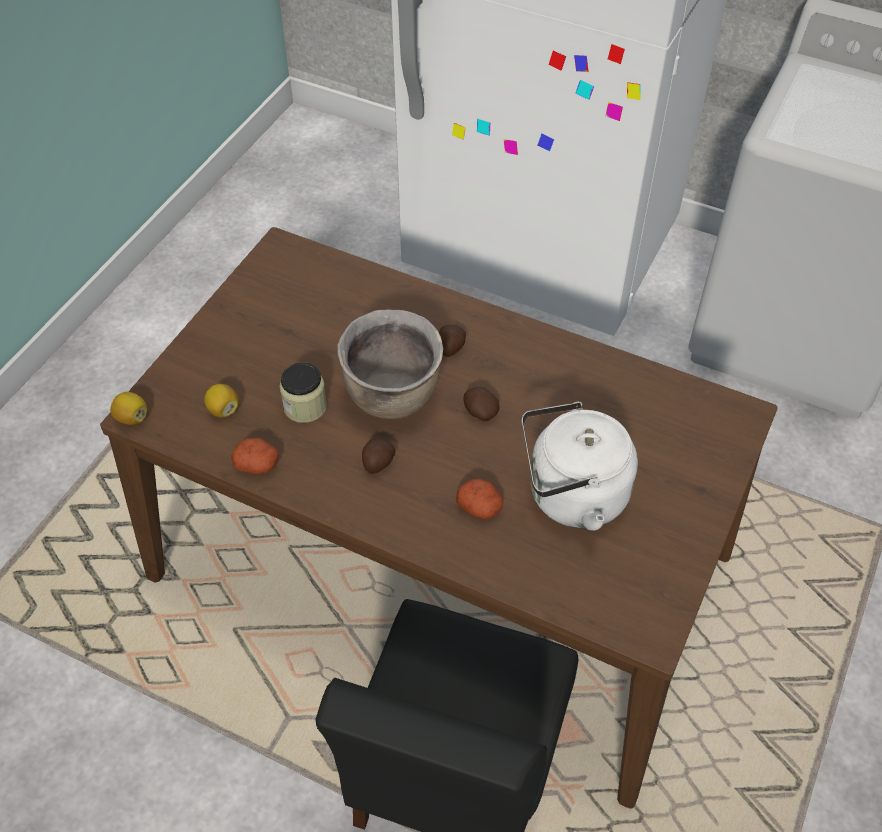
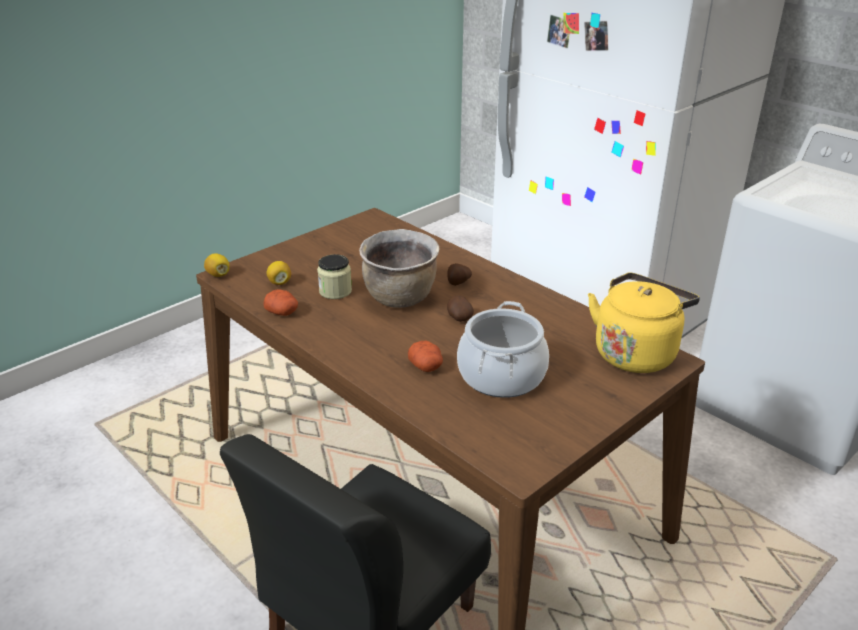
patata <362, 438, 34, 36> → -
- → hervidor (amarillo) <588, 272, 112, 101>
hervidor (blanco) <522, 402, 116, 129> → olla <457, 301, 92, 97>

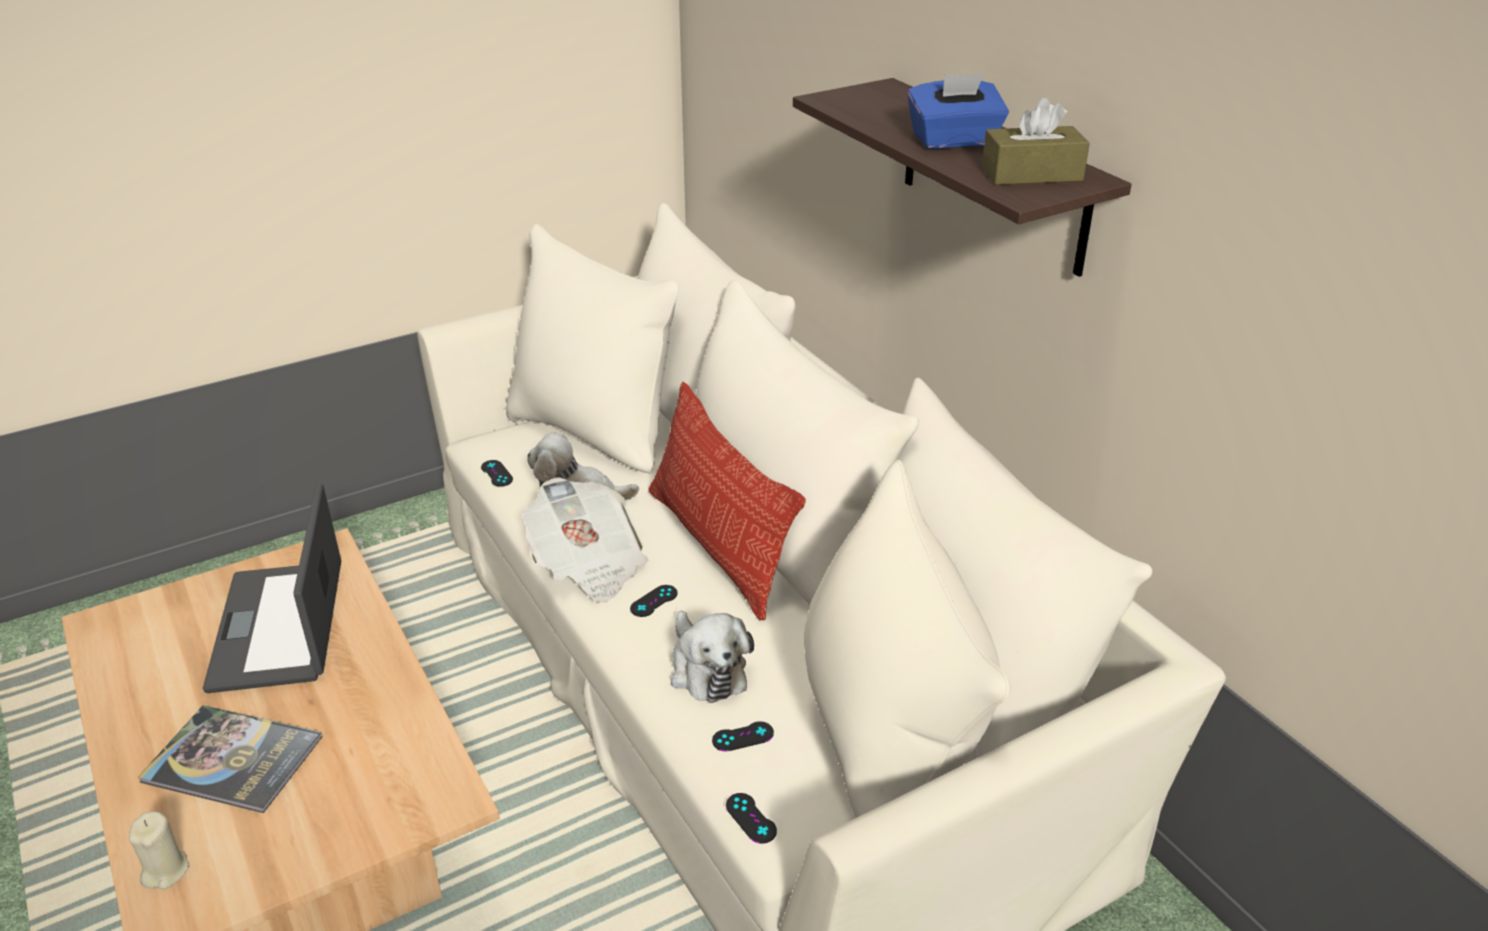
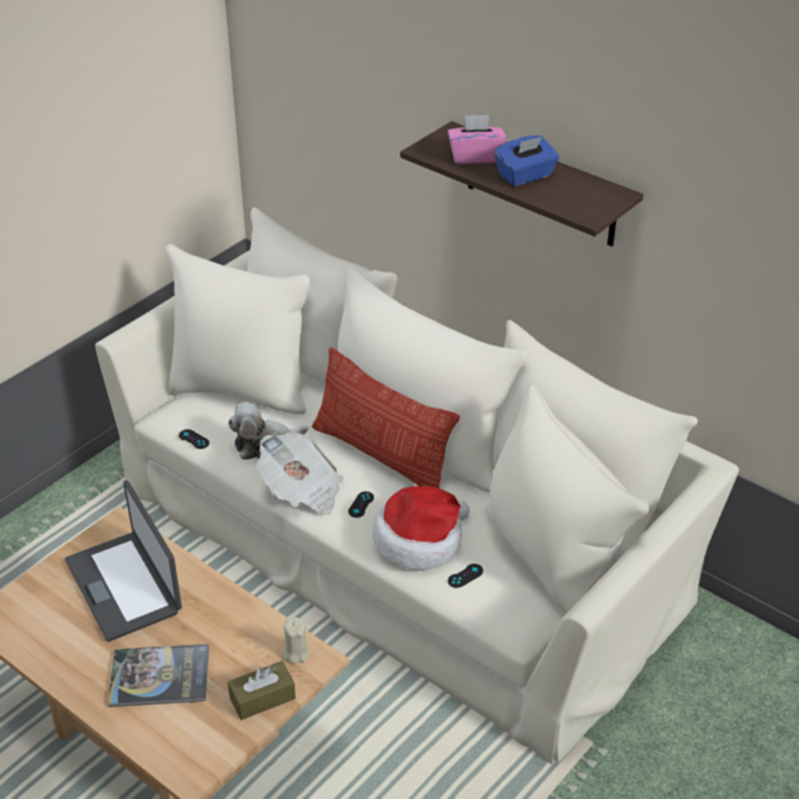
mando de consola (negro) <726, 793, 51, 51> → -
- → caja de pañuelos (rosa) <448, 115, 59, 49>
vela (beis) <129, 812, 60, 77> → vela (beis) <283, 617, 26, 47>, move
caja de pañuelos (marrón) <982, 98, 108, 87> → caja de pañuelos (marrón) <228, 661, 68, 59>, move
peluche <671, 611, 83, 92> → sombrero <373, 486, 97, 84>

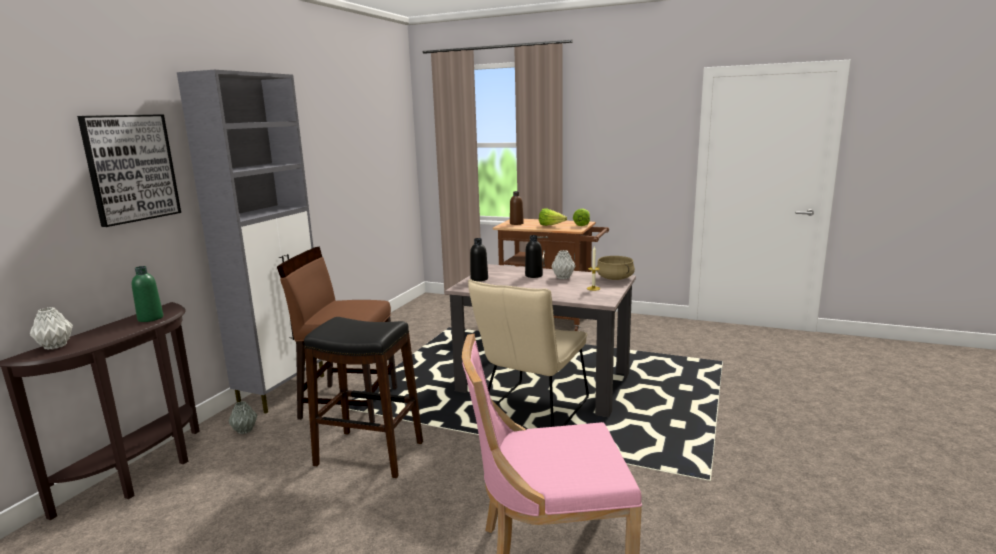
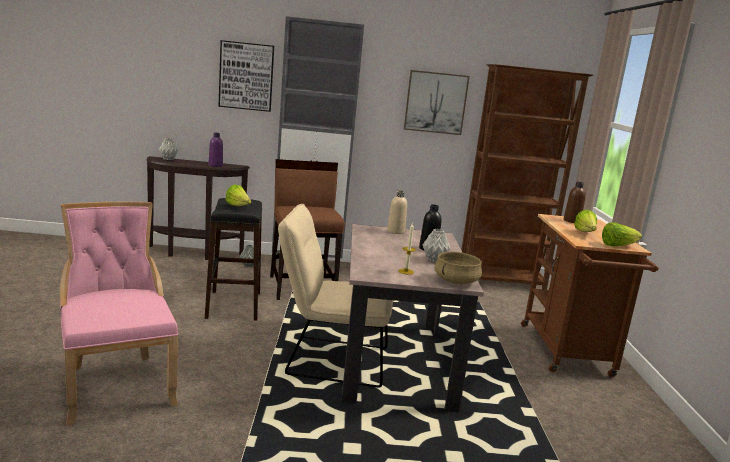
- → lechuga <225, 185, 26, 21>
- → cuadro <404, 70, 66, 65>
- → estantería (marrón) <461, 64, 132, 226>
botella (verde) <132, 266, 31, 56> → botella (morado) <208, 133, 15, 34>
botella (negro) <470, 238, 18, 43> → botella (beis) <387, 190, 20, 44>

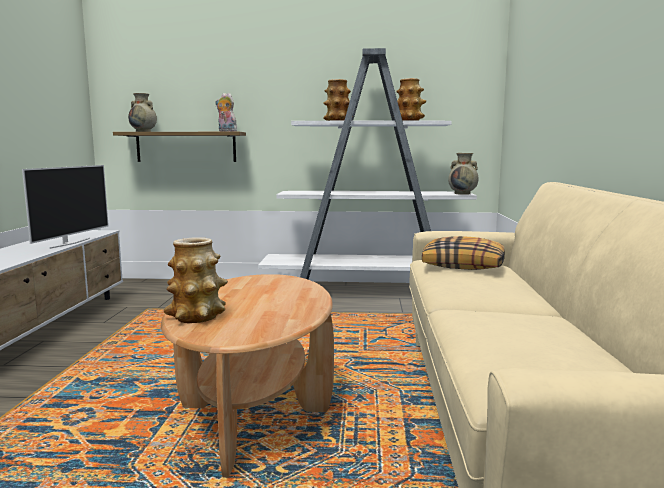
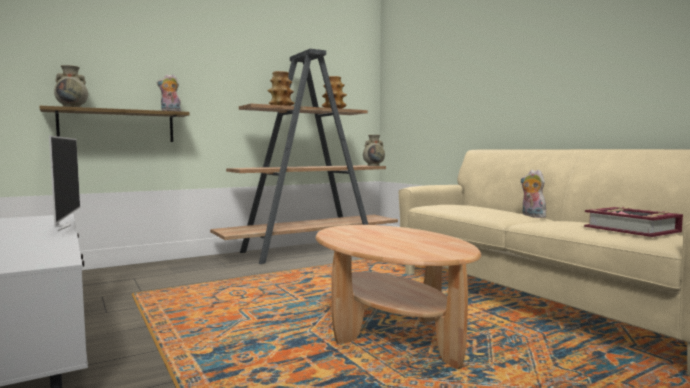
florero <164, 237, 64, 86> → -
cojín <422, 236, 83, 34> → -
- → peluche <521, 170, 25, 48>
- → libro <584, 207, 99, 30>
estantería (blanco) <258, 48, 219, 232> → estantería (marrón) <210, 49, 188, 215>

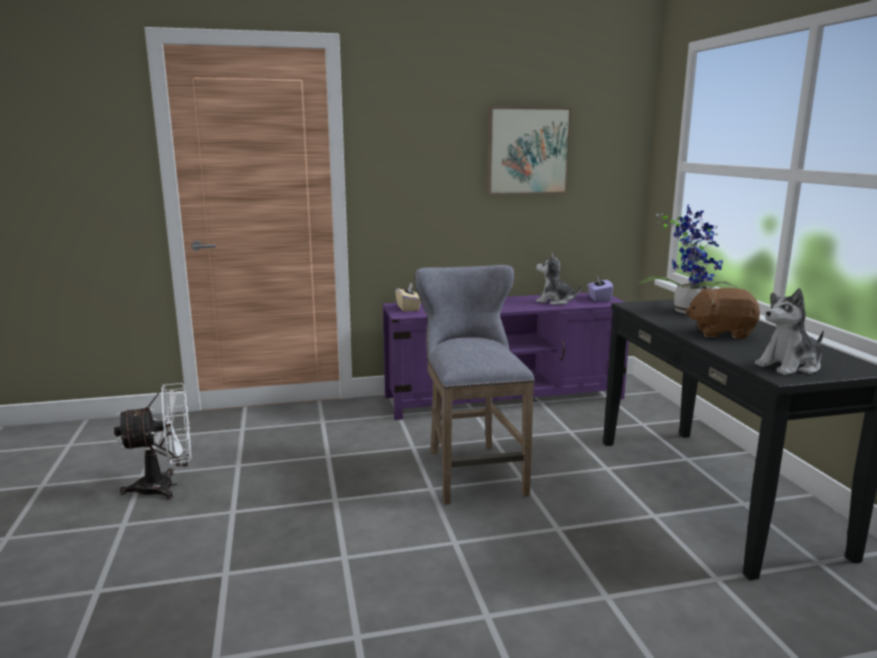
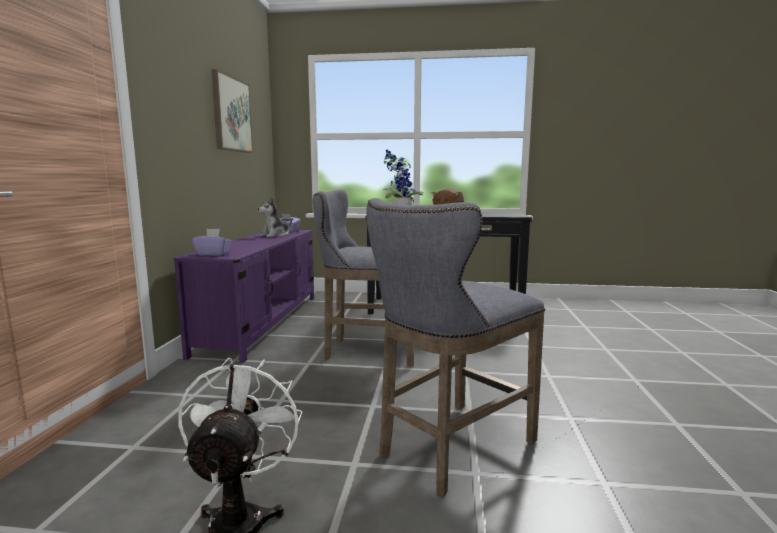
peluche <755, 288, 69, 87> → -
- → taburete (gris) <366, 198, 179, 299>
caja de pañuelos (beis) <395, 282, 26, 30> → caja de pañuelos (morado) <192, 229, 40, 27>

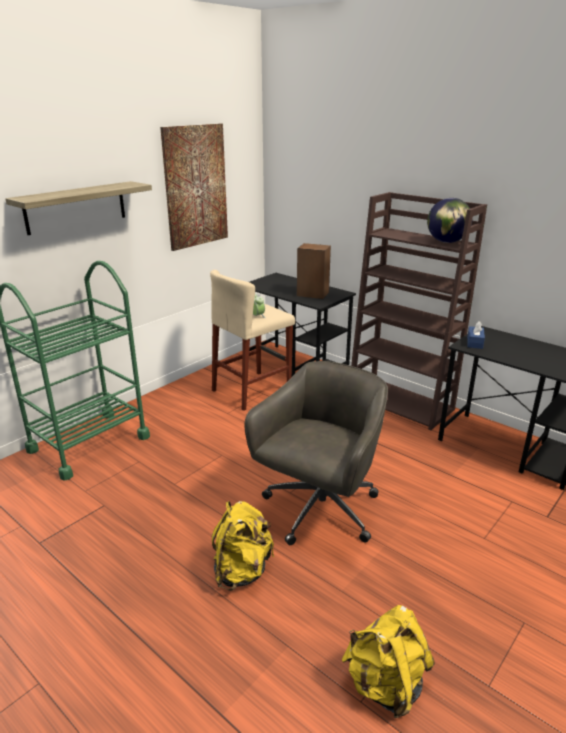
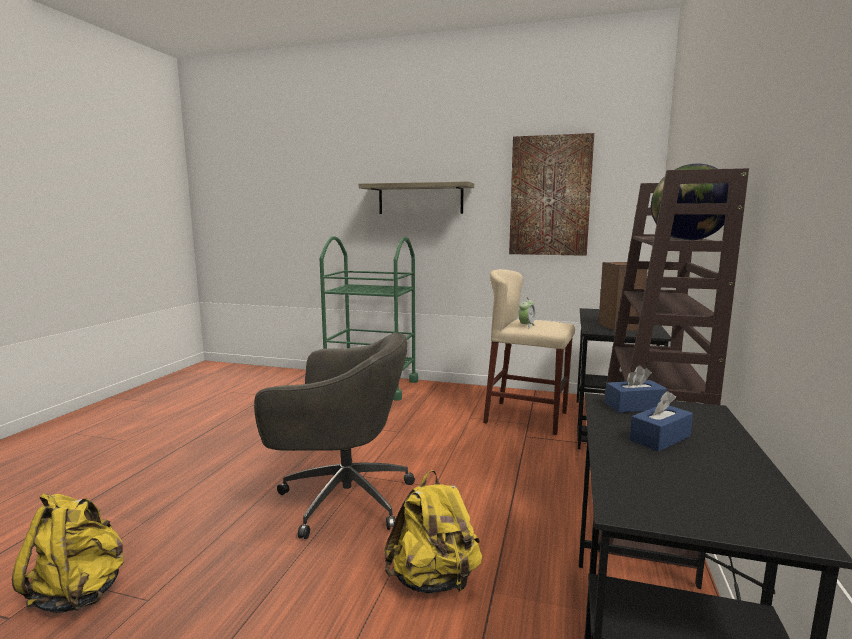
- → caja de pañuelos (azul) <629, 391, 64, 60>
mochila (amarillo) <212, 501, 62, 90> → mochila (amarillo) <384, 470, 98, 124>, move

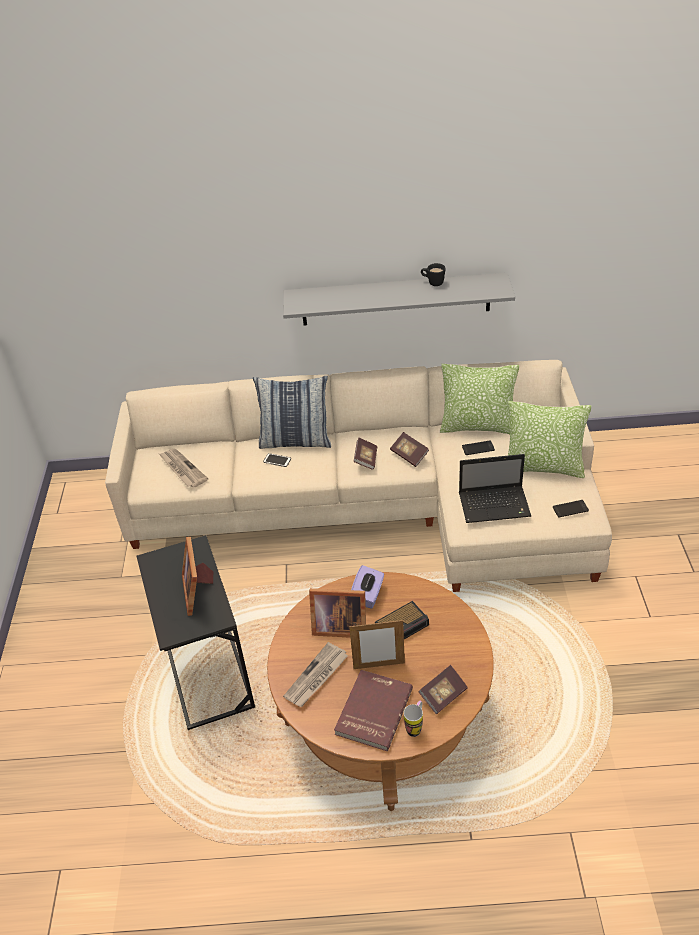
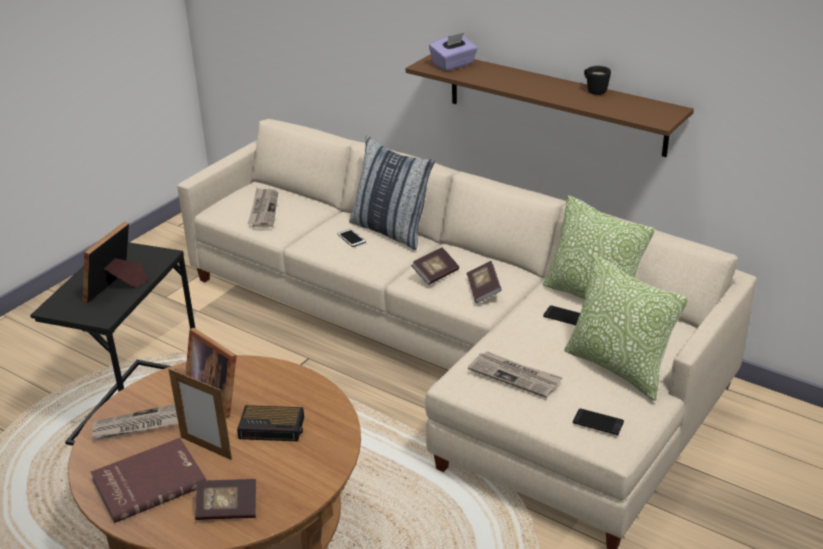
taza grande <404, 701, 19, 36> → -
caja de pañuelos (morado) <351, 565, 33, 44> → caja de pañuelos (morado) <429, 33, 49, 38>, move
portátil <459, 454, 72, 69> → periódico <468, 351, 95, 47>
estante (gris) <283, 273, 232, 52> → estante (marrón) <406, 54, 288, 103>

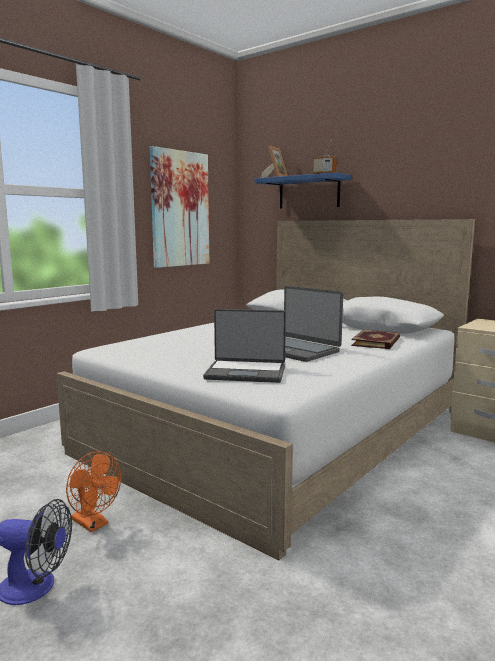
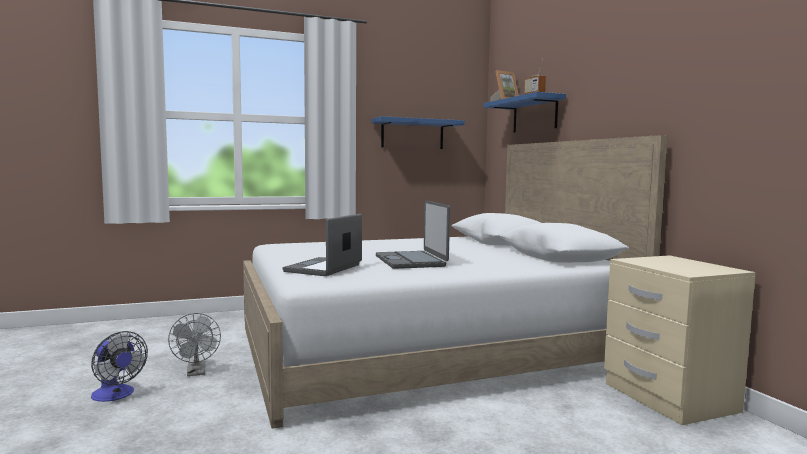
libro <351, 329, 49, 20> → -
cuadro <150, 146, 59, 122> → estante (azul) <371, 116, 94, 33>
ventilador (naranja) <66, 451, 55, 81> → ventilador (gris) <168, 313, 53, 63>
portátil <203, 309, 83, 74> → portátil <283, 214, 79, 62>, 75 degrees clockwise

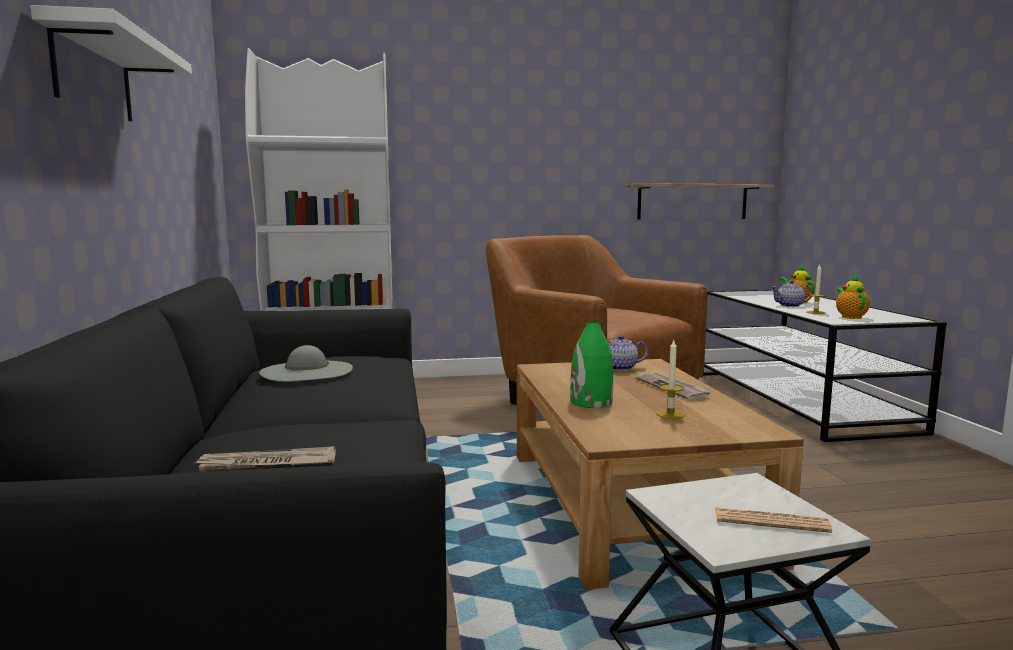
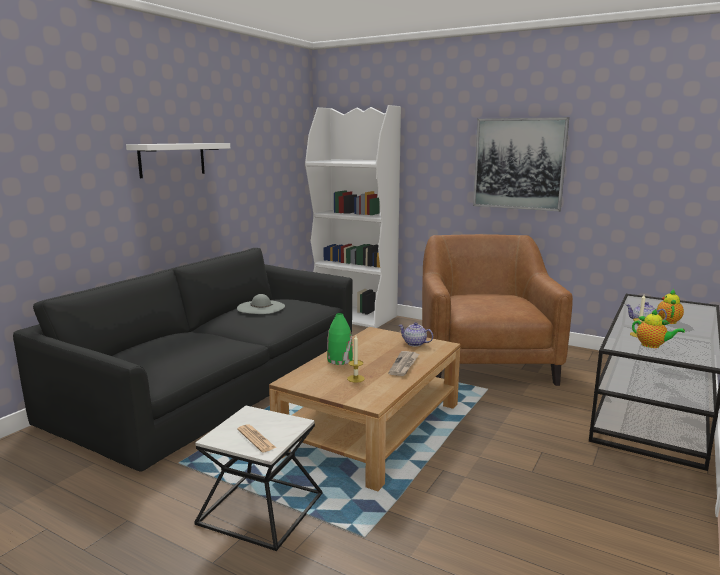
periódico <194, 446, 142, 26> → -
estante <626, 183, 149, 36> → -
- → cuadro <473, 117, 96, 94>
tetera <836, 274, 34, 45> → tetera <632, 309, 53, 39>, 90 degrees clockwise

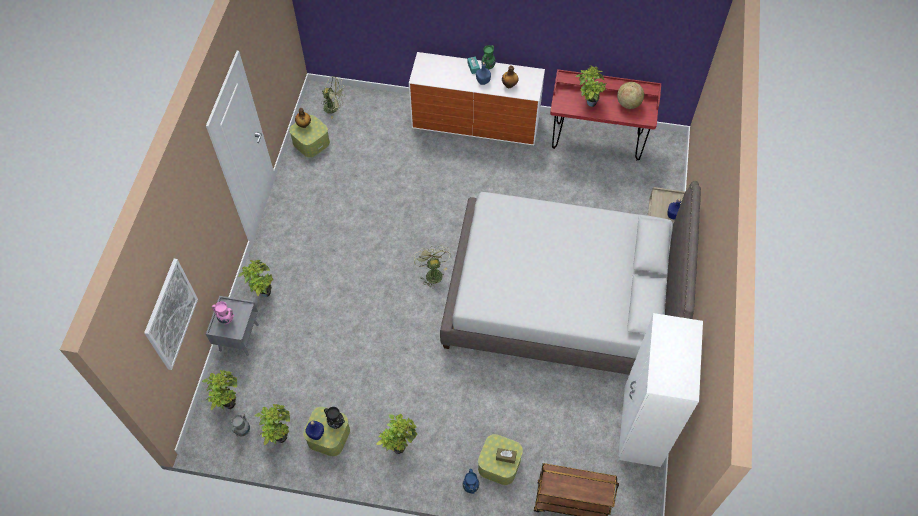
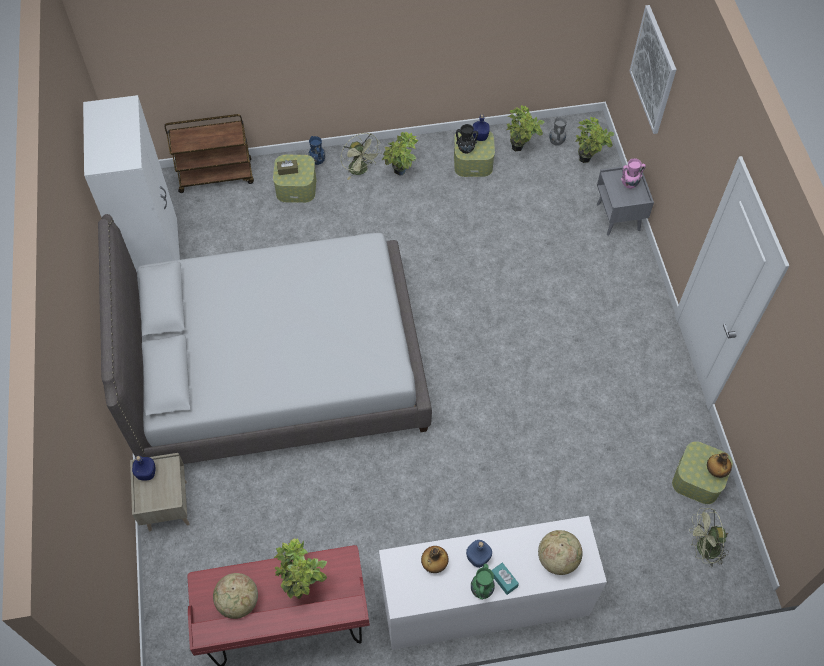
planta en maceta <238, 260, 35, 37> → -
- → globo terráqueo <538, 530, 44, 45>
ventilador (verde) <414, 245, 37, 44> → ventilador (verde) <341, 133, 38, 47>, move

